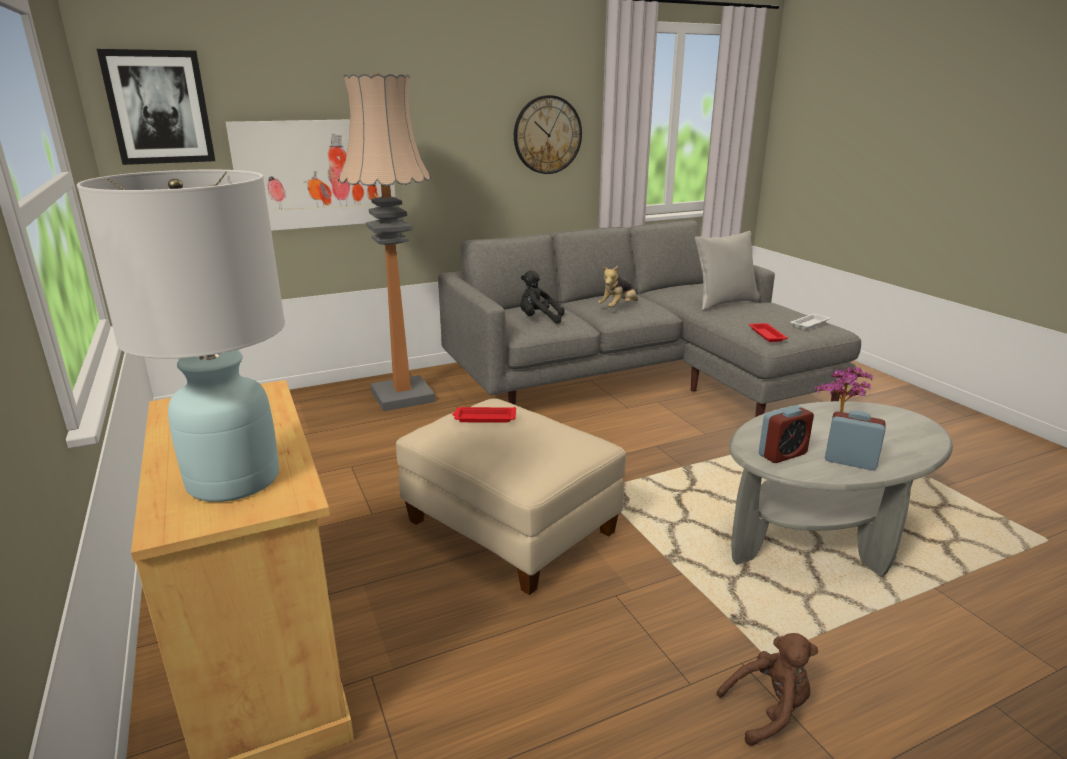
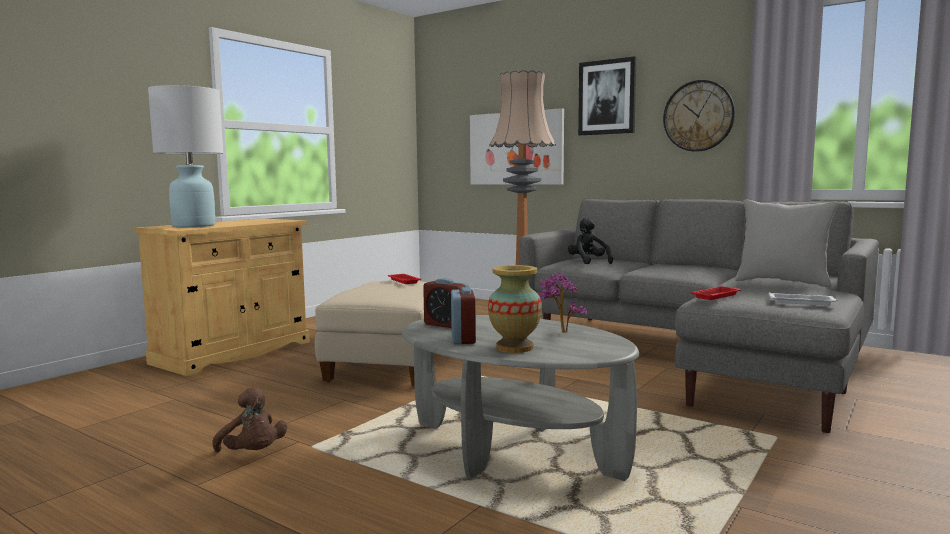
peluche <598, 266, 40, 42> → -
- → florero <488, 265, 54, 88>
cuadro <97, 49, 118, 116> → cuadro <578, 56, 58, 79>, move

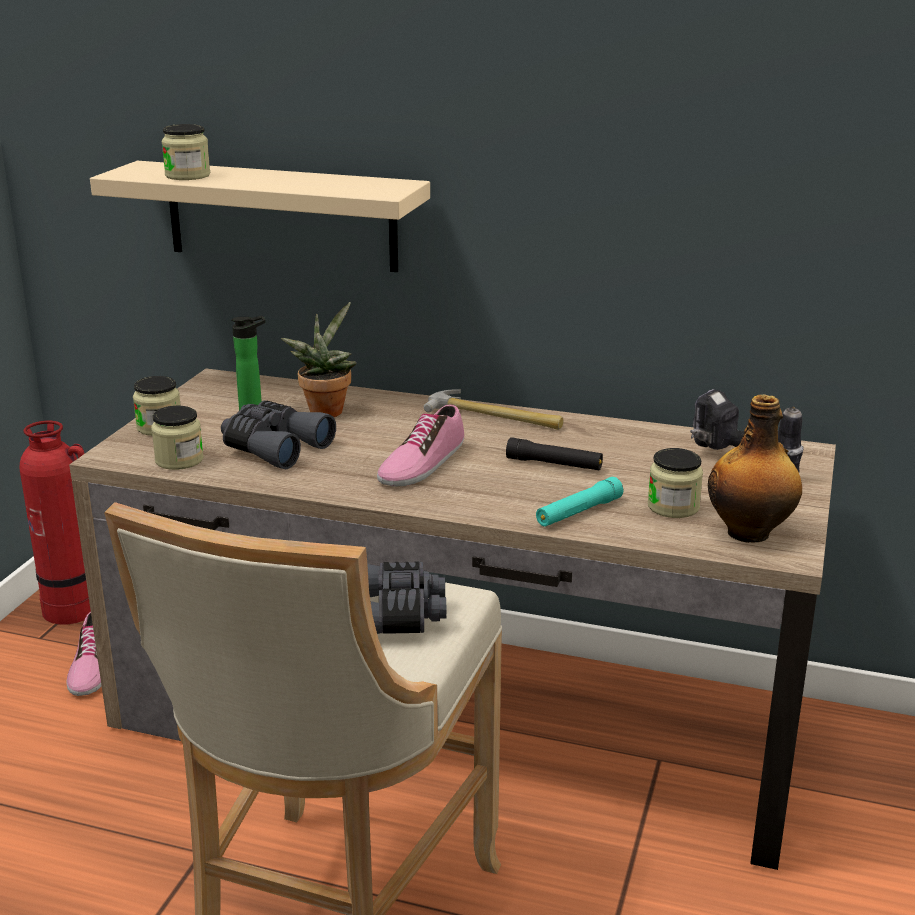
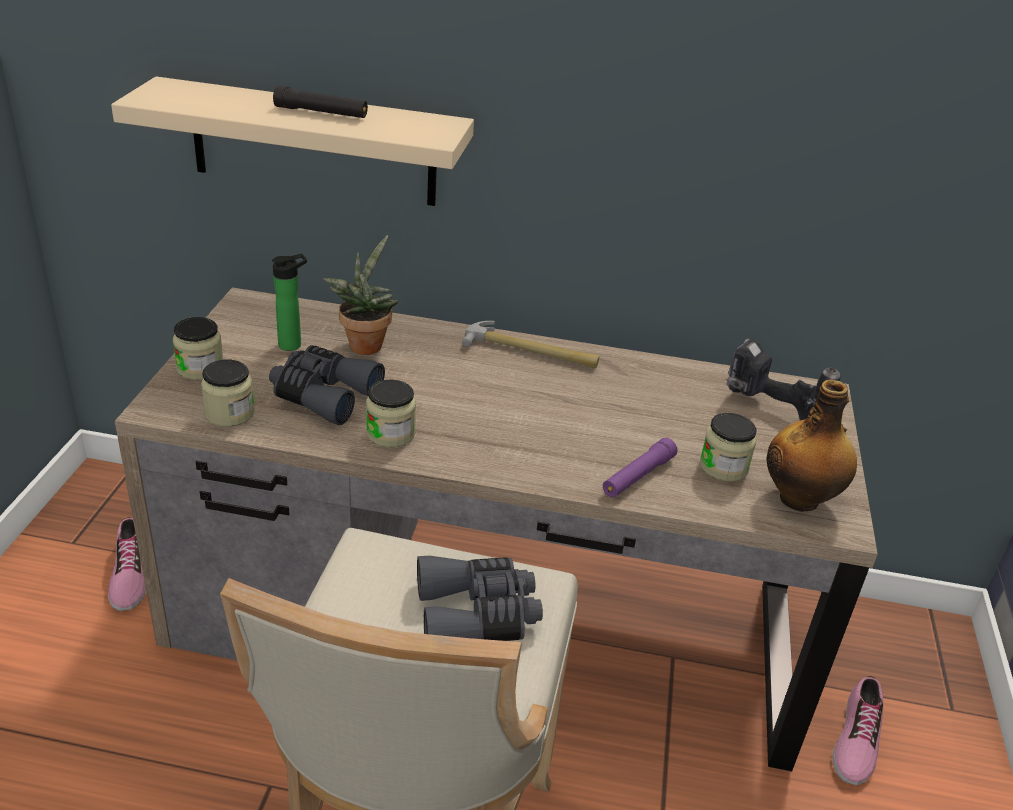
extintor <19, 421, 72, 203> → -
tarro <162, 124, 48, 56> → tarro <366, 380, 50, 68>, move
zapato <377, 404, 87, 83> → zapato <832, 676, 51, 109>, move
linterna (negro) <506, 437, 97, 33> → linterna (negro) <273, 85, 95, 33>, move
linterna (turquesa) <536, 477, 87, 50> → linterna (morado) <603, 438, 75, 59>

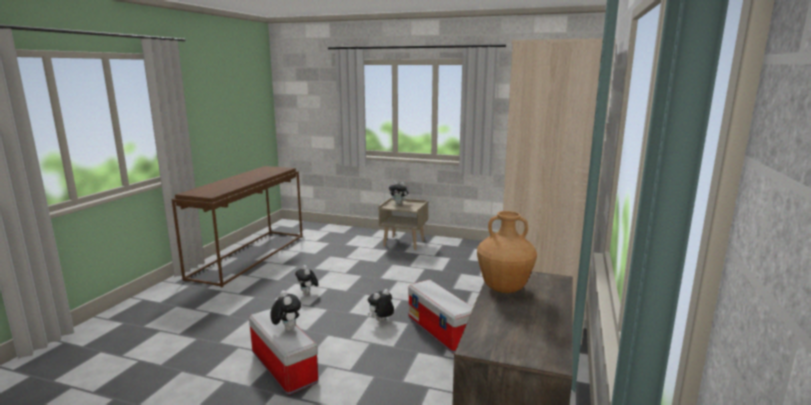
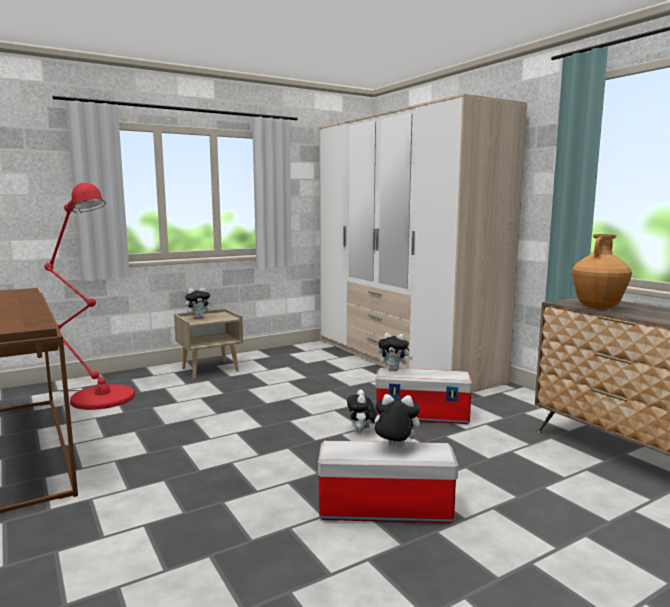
- → lámpara de pie (rojo) <44, 183, 91, 227>
peluche <295, 265, 23, 30> → peluche <378, 333, 35, 38>, move

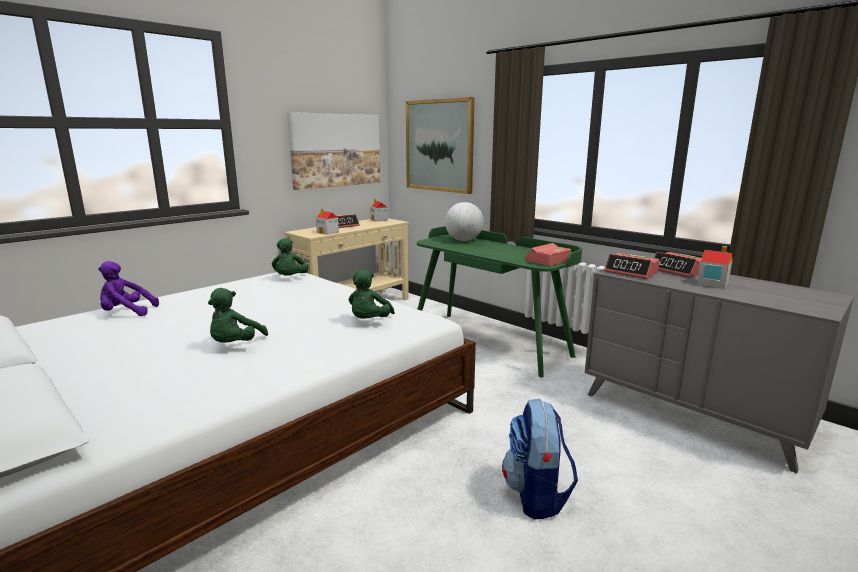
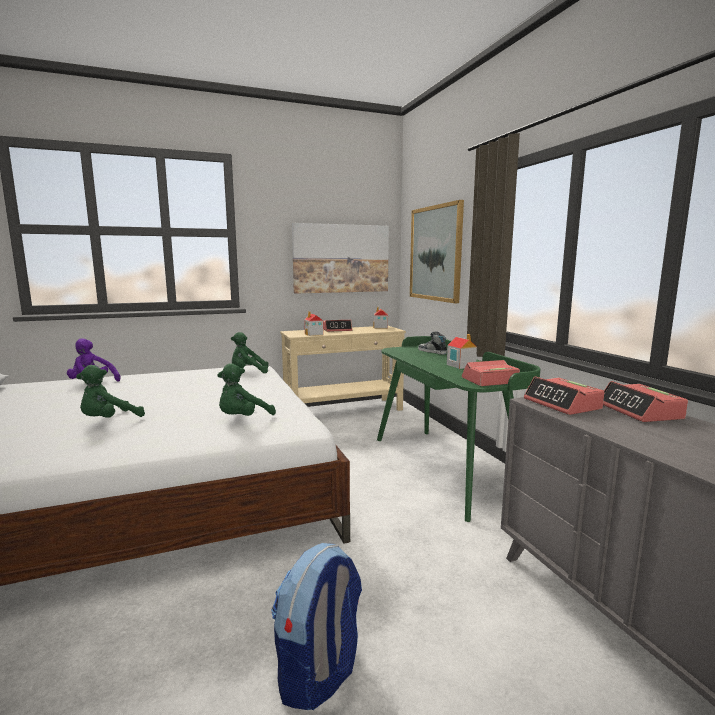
casita <697, 246, 36, 43> → casita <447, 334, 30, 35>, move
globo terráqueo <445, 202, 39, 39> → zapato <418, 331, 29, 24>
peluche (verde) <272, 238, 36, 38> → peluche (verde) <231, 332, 38, 41>, 60 degrees clockwise

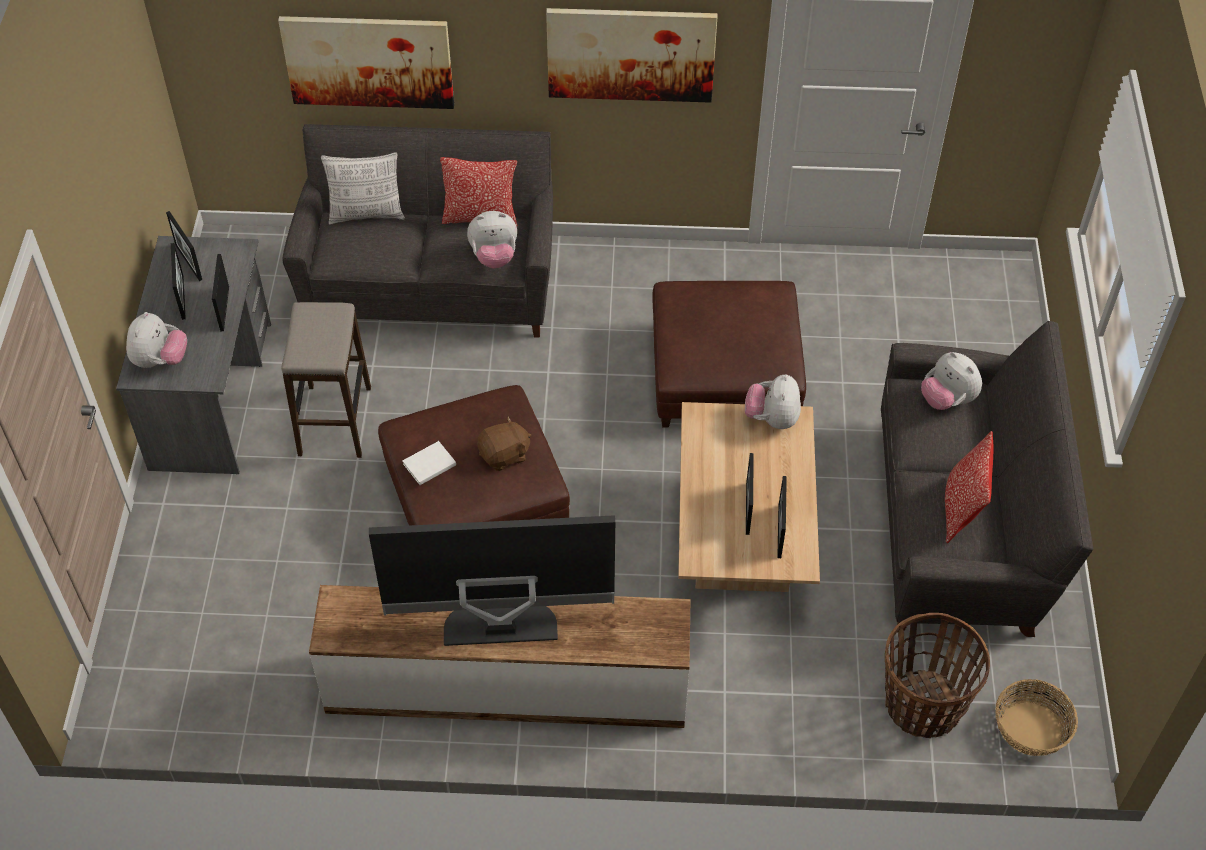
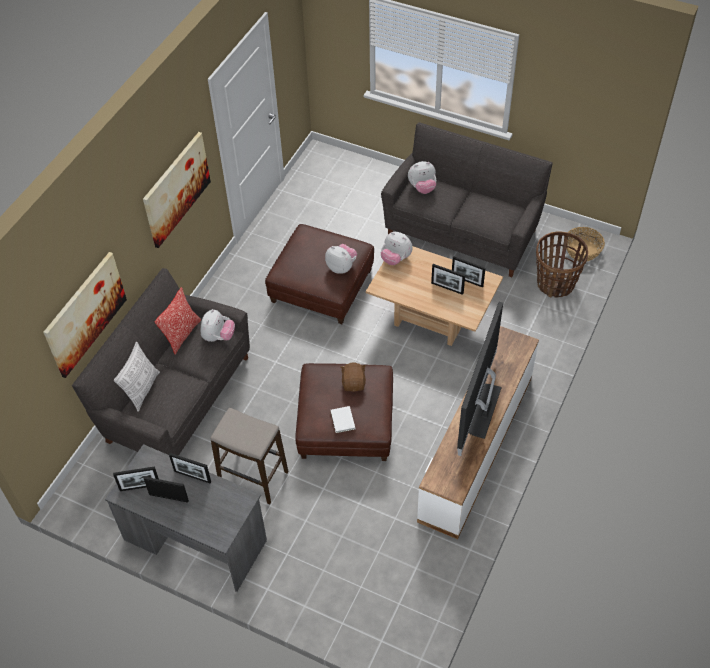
cojín <945, 431, 49, 112> → -
peluche <126, 312, 61, 56> → peluche <325, 244, 32, 30>, move

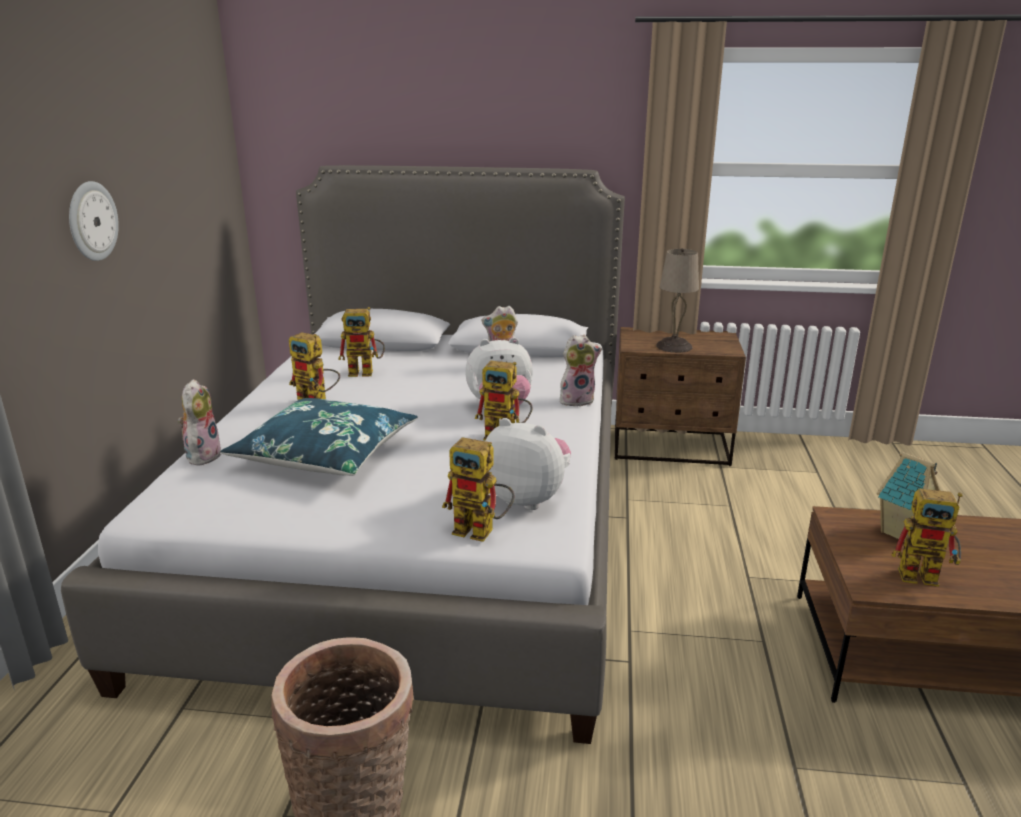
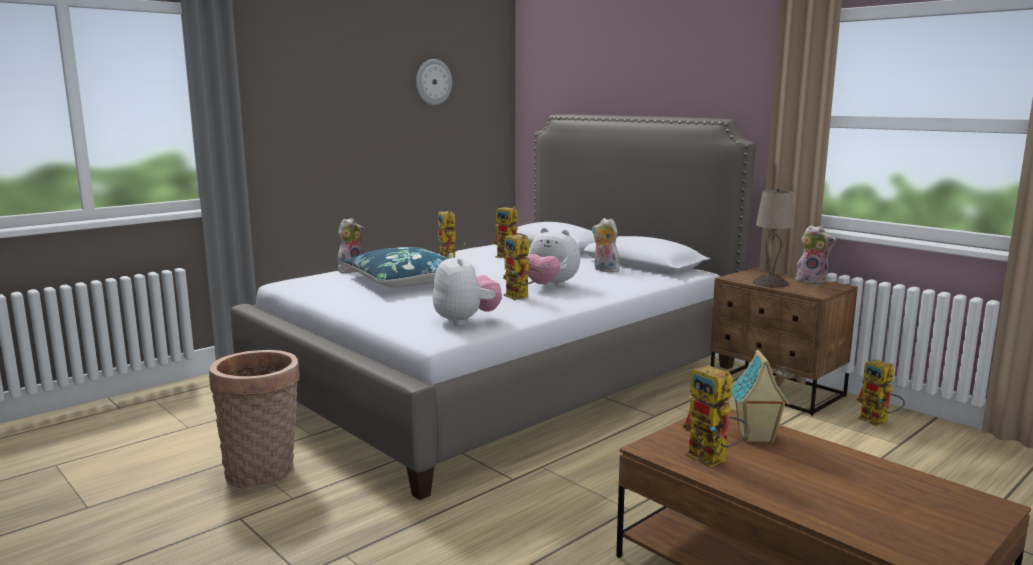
reloj de pared <69, 181, 50, 80> → reloj de pared <416, 59, 36, 46>, move
robot de juguete <442, 437, 72, 105> → robot de juguete <856, 359, 49, 67>, move
peluche <560, 335, 42, 72> → peluche <796, 225, 40, 59>, move

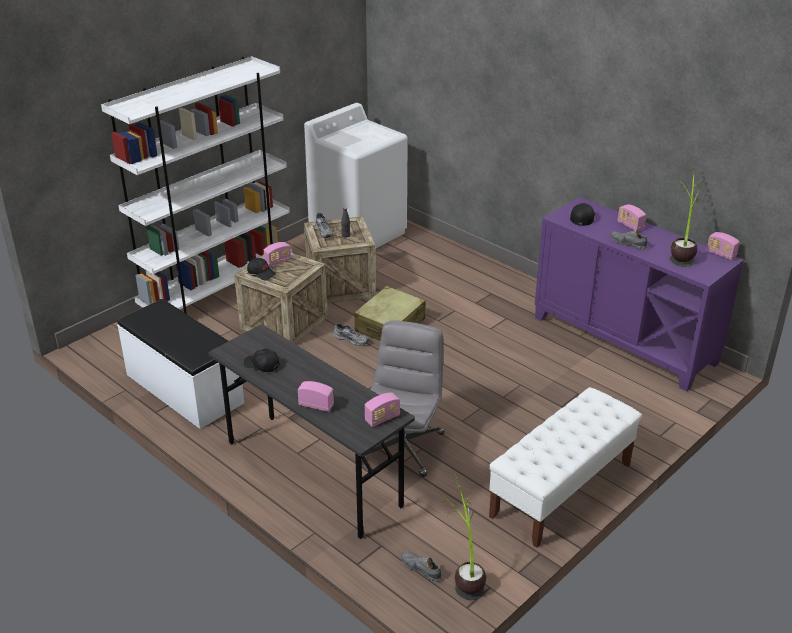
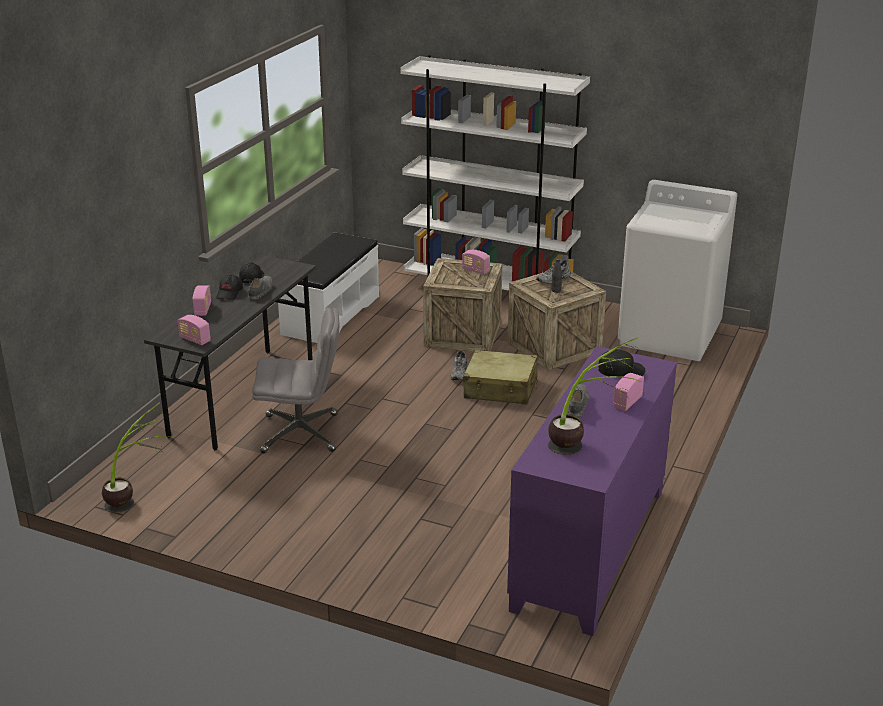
banco (blanco) <489, 387, 153, 161> → -
radio <707, 232, 33, 28> → -
gorra (negro) <247, 258, 29, 22> → gorra (negro) <216, 275, 27, 25>, move
zapato (gris) <401, 551, 41, 32> → zapato (gris) <248, 276, 24, 24>, move

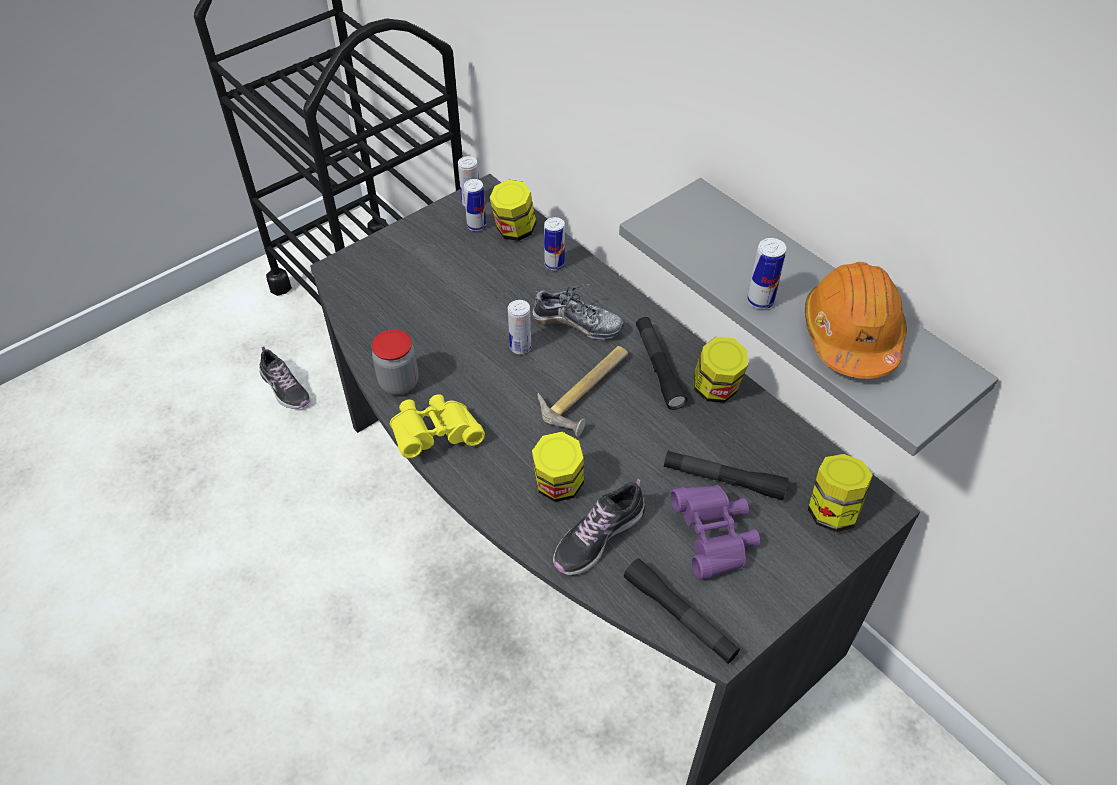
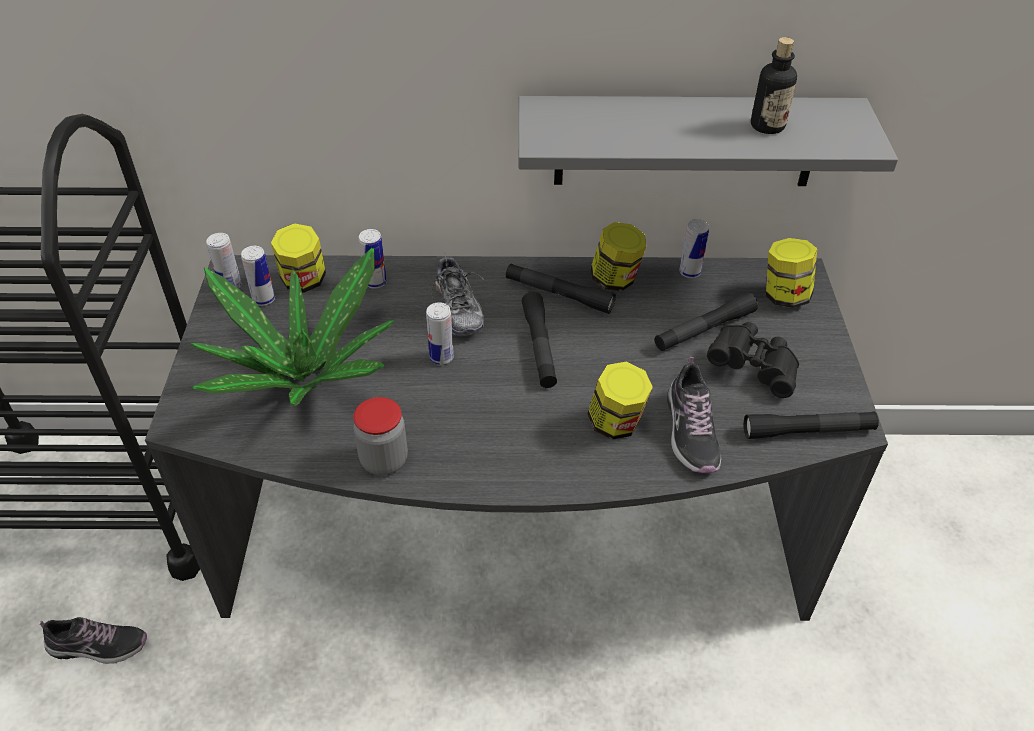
prismáticos (amarillo) <390, 394, 95, 64> → -
- → planta en maceta <191, 248, 203, 158>
lata <747, 238, 39, 71> → lata <679, 219, 30, 59>, move
martillo <538, 346, 90, 91> → linterna (negro) <522, 292, 35, 96>
casco (naranja) <805, 262, 102, 117> → botella <751, 37, 46, 97>
prismáticos (morado) <671, 485, 89, 95> → prismáticos (negro) <707, 322, 92, 76>
zapato <532, 284, 92, 56> → zapato <431, 252, 53, 84>, 105 degrees clockwise

